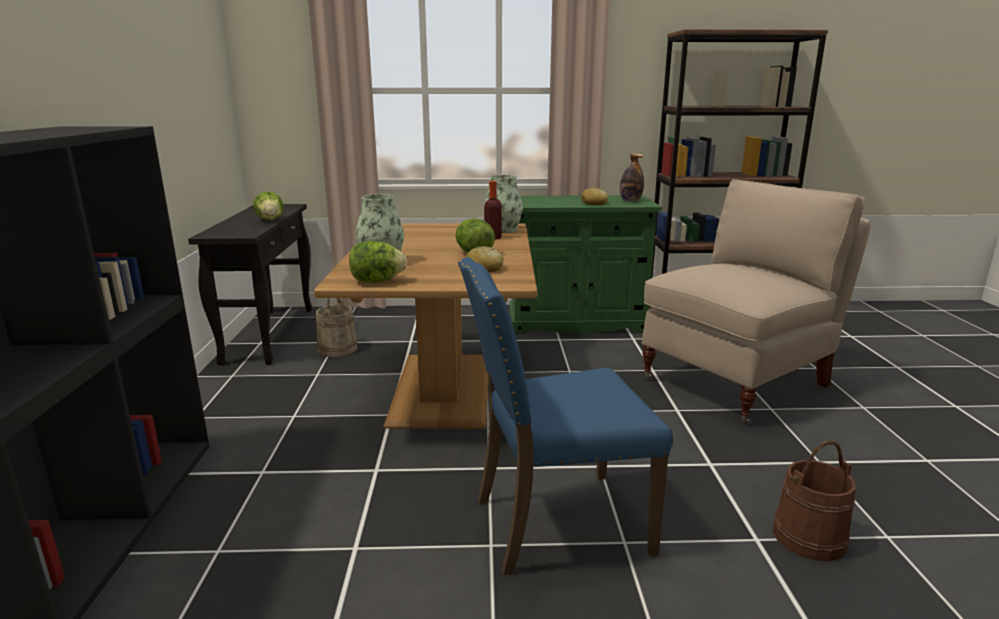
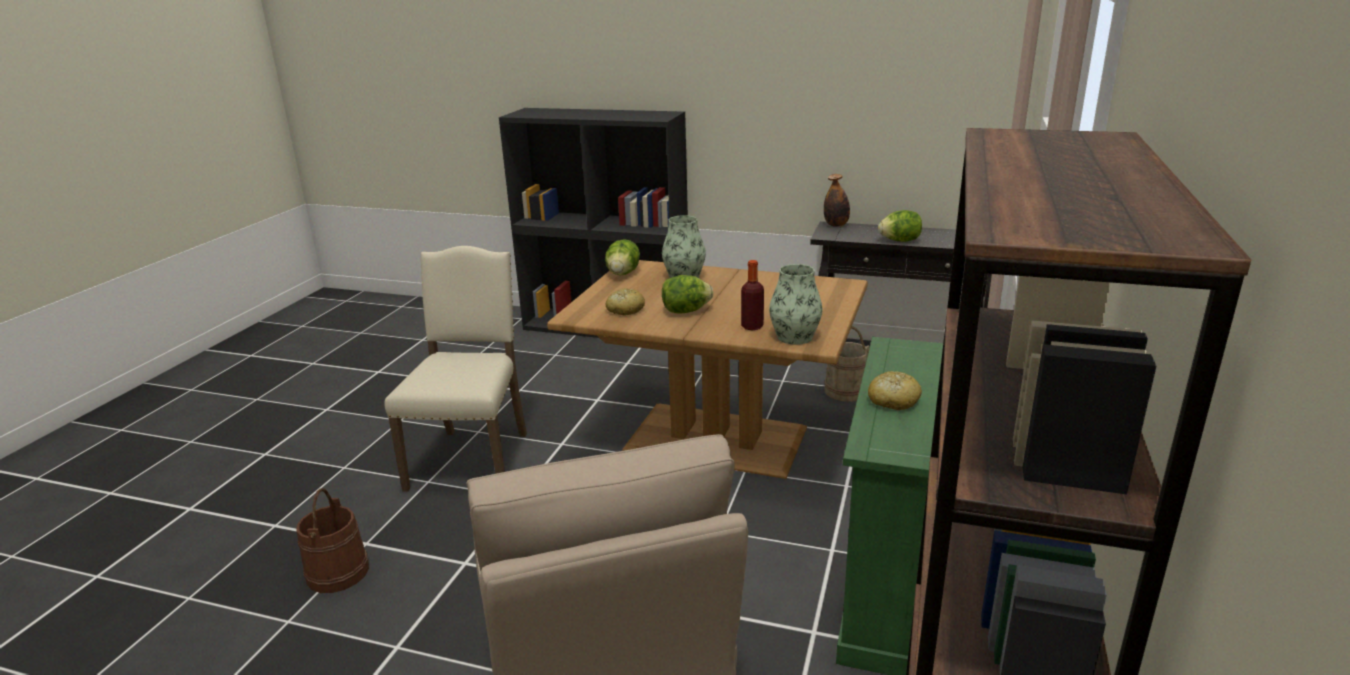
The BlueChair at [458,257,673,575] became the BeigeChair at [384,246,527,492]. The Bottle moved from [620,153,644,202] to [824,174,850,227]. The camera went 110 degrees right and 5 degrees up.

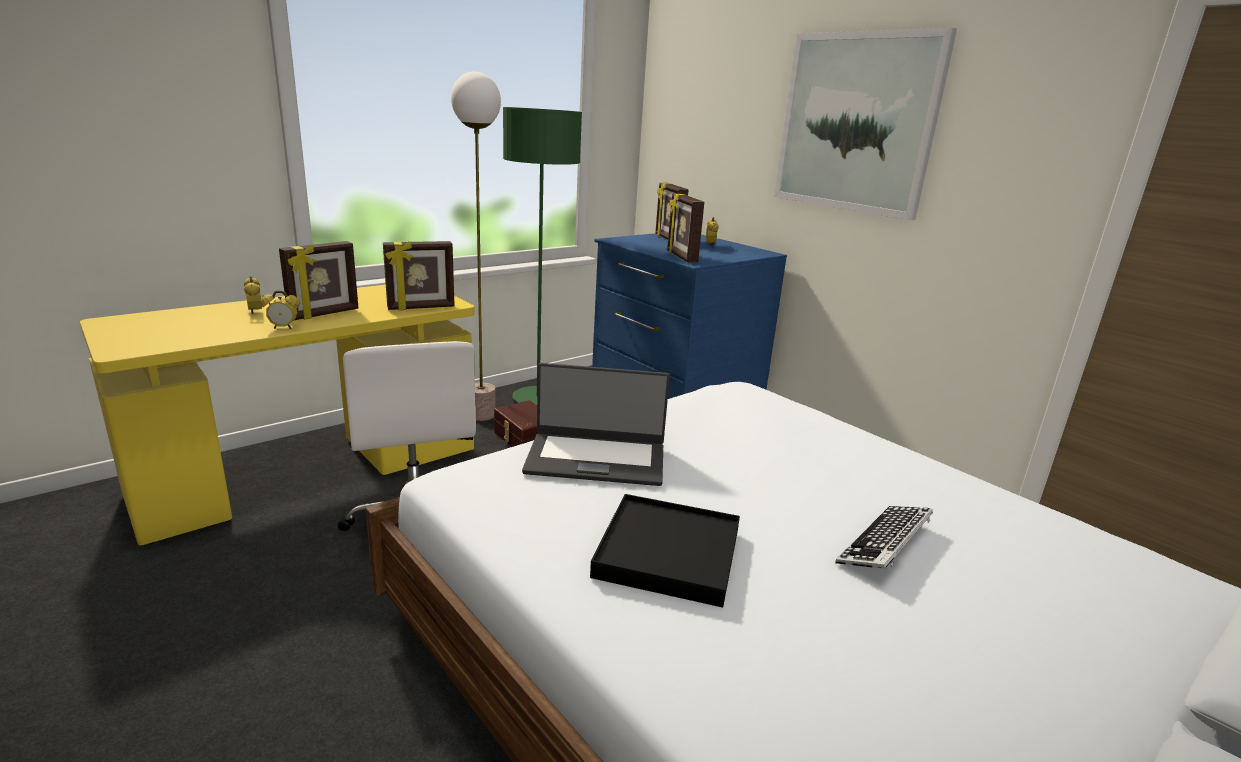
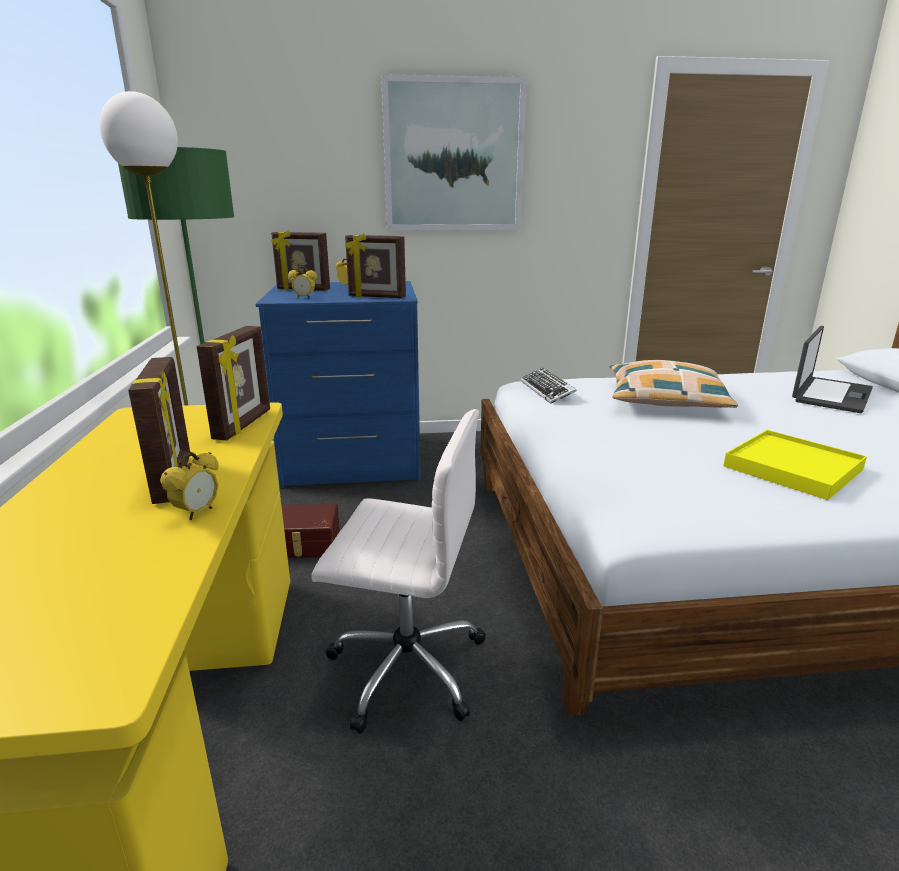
The AlarmClock moved from [244,276,262,314] to [288,266,317,299]. The Laptop moved from [522,363,670,486] to [792,326,873,413]. The BlackTray at [590,494,740,608] became the YellowTray at [724,430,867,500]. The Keyboard moved from [835,506,933,569] to [521,367,577,404]. The Pillow at [609,360,738,408] appeared. The camera went 55 degrees left and 0 degrees up.

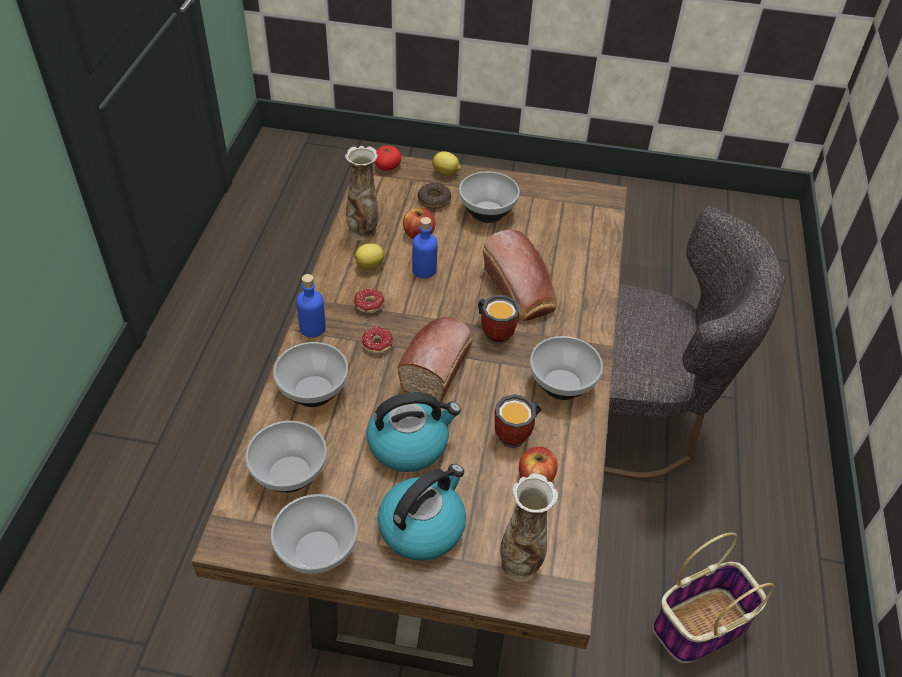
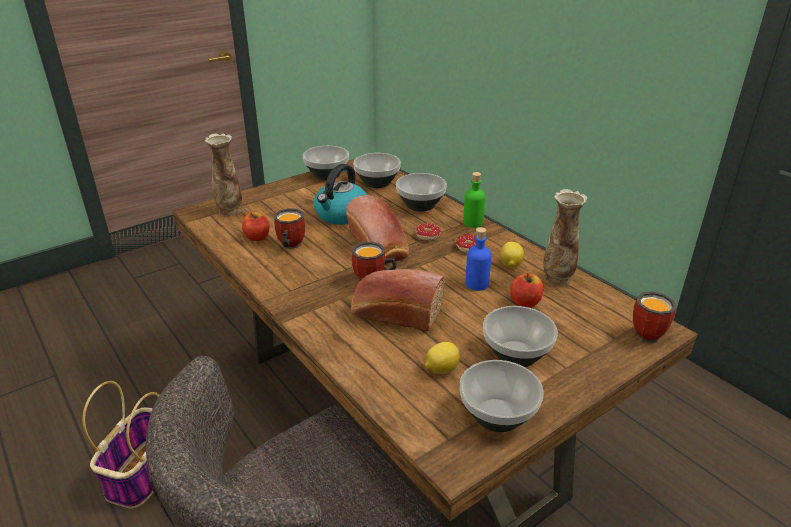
The BlueBottle at [296,274,326,337] became the GreenBottle at [463,172,485,228]. The Tomato at [375,145,401,171] was replaced by the Mug at [633,291,677,343]. The Kettle at [377,464,466,561] disappeared. The Donut at [418,182,451,209] disappeared. The Lemon moved from [432,151,461,176] to [425,342,460,374]. The Bowl moved from [530,336,603,400] to [460,360,544,432]. The camera went 135 degrees right and 15 degrees down.

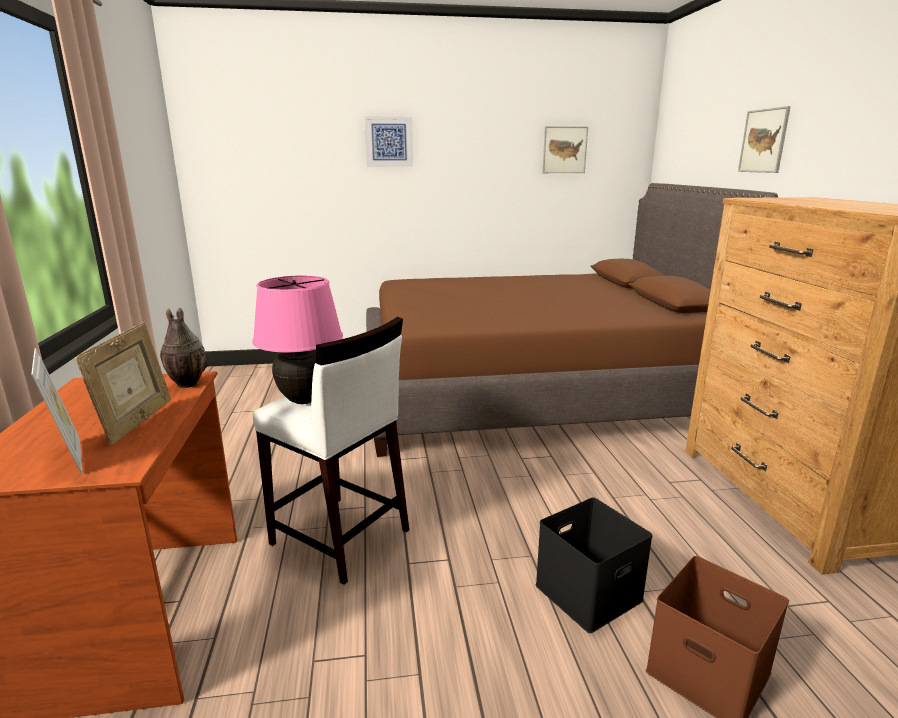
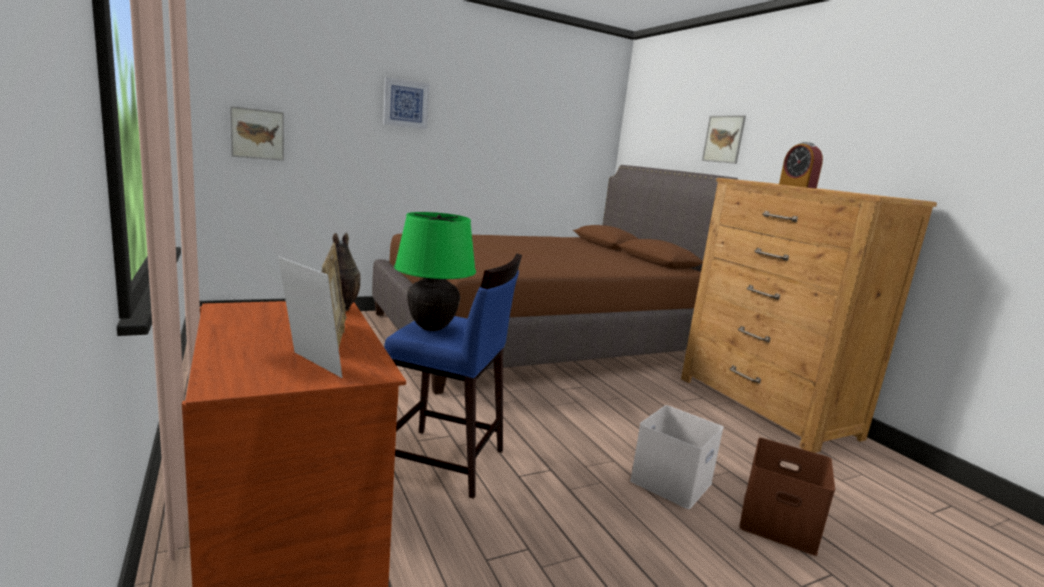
The PinkTableLamp at [252,276,343,404] became the GreenTableLamp at [394,212,476,331]. The WhiteStool at [253,317,409,585] became the BlueStool at [384,253,522,499]. The BlackStorageBox at [535,498,653,633] became the WhiteStorageBox at [630,405,724,509]. The Picture moved from [542,126,588,173] to [230,106,284,161]. The AlarmClock at [779,142,823,189] appeared. The camera went 20 degrees left and 5 degrees down.

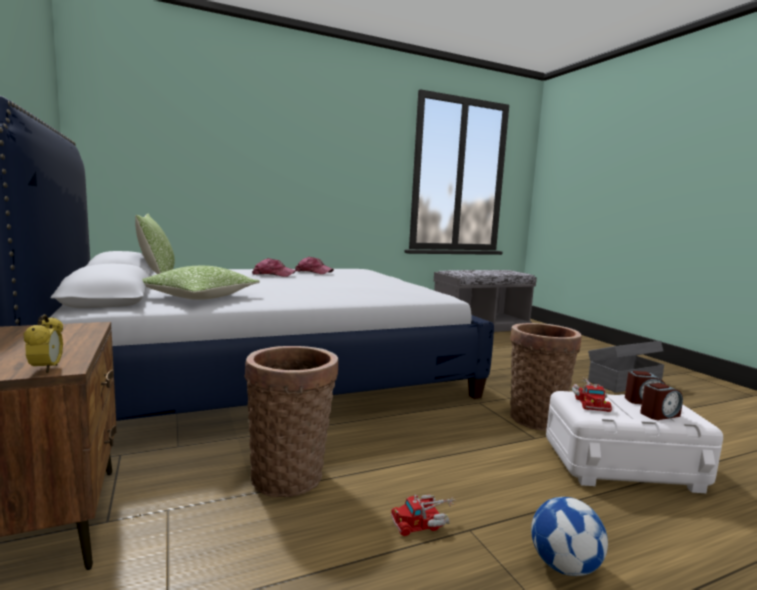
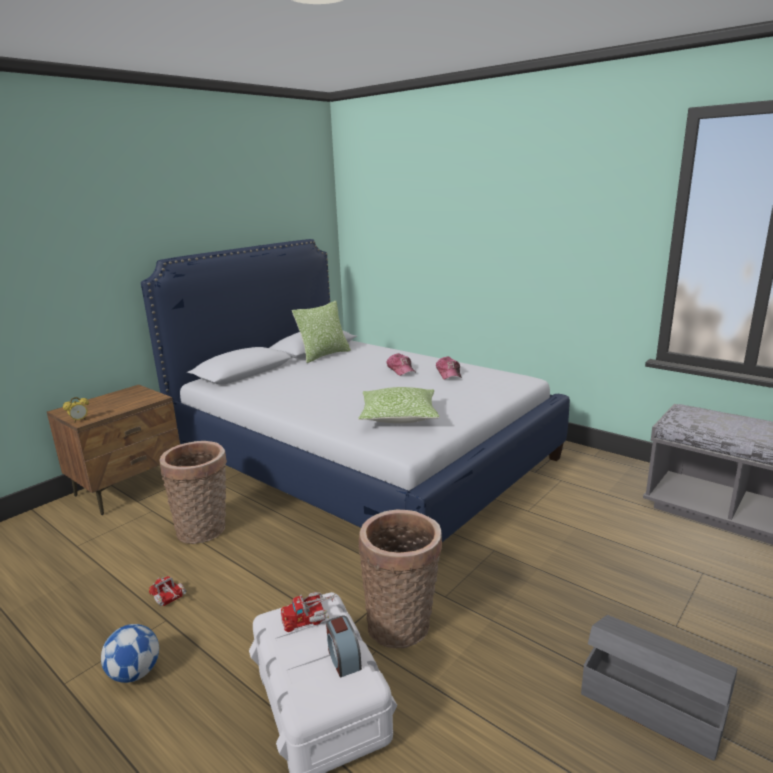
The Pillow moved from [142,266,260,300] to [358,387,440,423]. The AlarmClock at [640,383,683,420] disappeared. The camera went 65 degrees right and 10 degrees up.

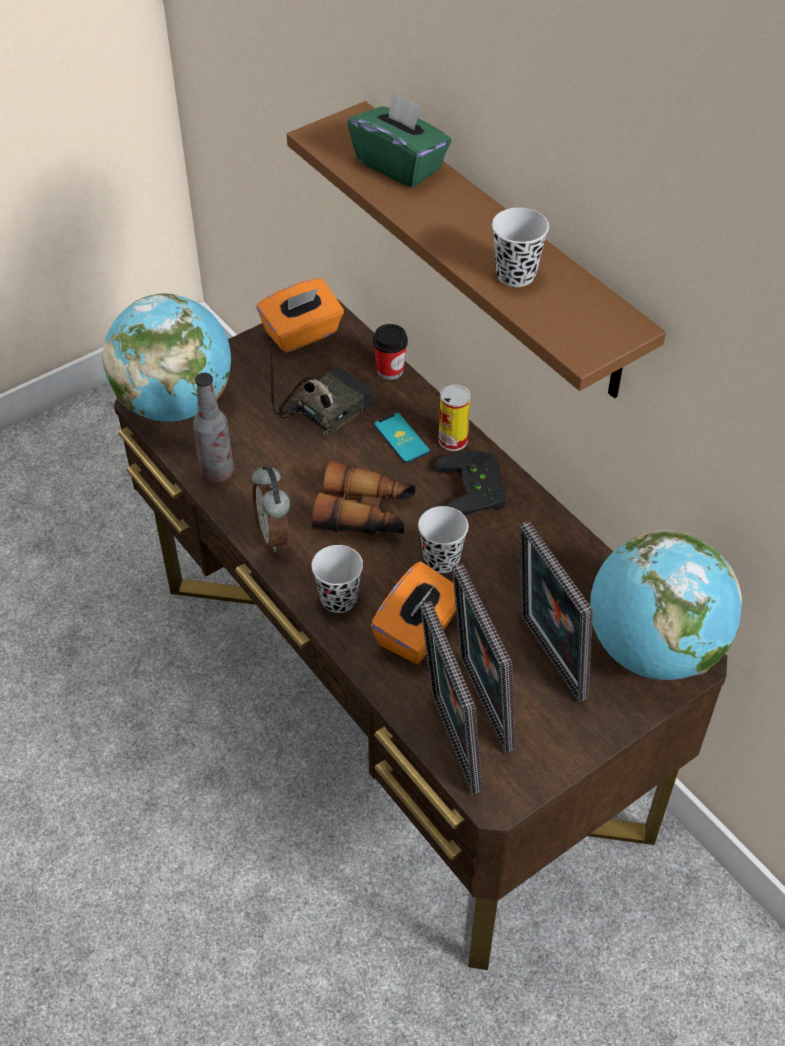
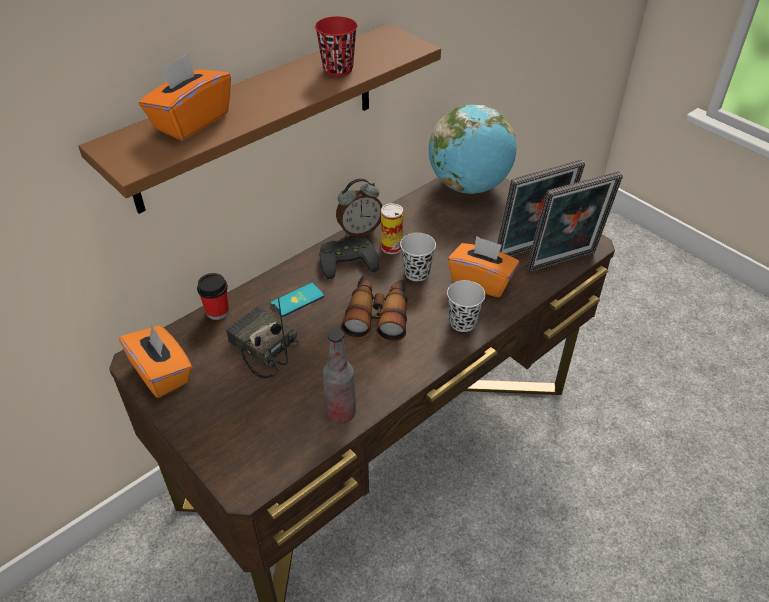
The Globe at [102,293,231,422] disappeared. The AlarmClock moved from [252,465,290,552] to [336,178,383,237]. The GreenTissueBox at [348,92,451,188] became the OrangeTissueBox at [139,54,231,141]. The Can moved from [439,385,471,451] to [381,203,403,254]. The BlackCup at [492,208,549,287] became the RedCup at [315,16,357,77]. The PictureFrame at [519,521,593,703] disappeared. The camera went 95 degrees left and 5 degrees down.

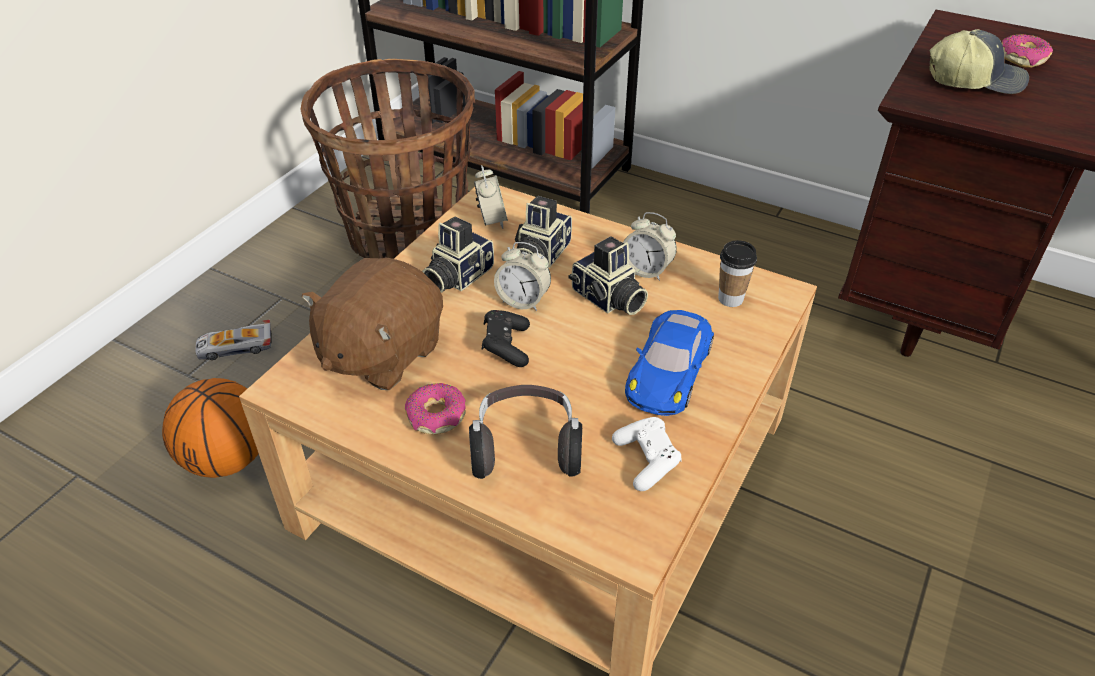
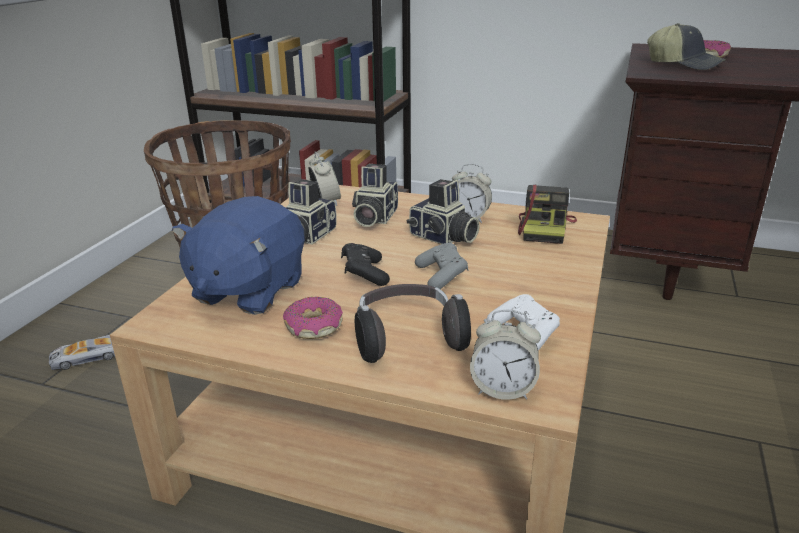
The Basketball at [162,378,259,478] disappeared. The BrownPlushToy at [302,258,443,390] became the BluePlushToy at [172,196,305,315]. The AlarmClock moved from [494,242,551,311] to [470,310,541,400]. The BlueToyCar at [625,310,714,416] disappeared. The Cup at [718,240,757,307] was replaced by the PhotoCamera at [518,185,577,244]. The Cap at [929,29,1029,94] turned 45 degrees clockwise. The GreyGameController at [415,243,468,289] appeared. The camera went 10 degrees left and 15 degrees down.

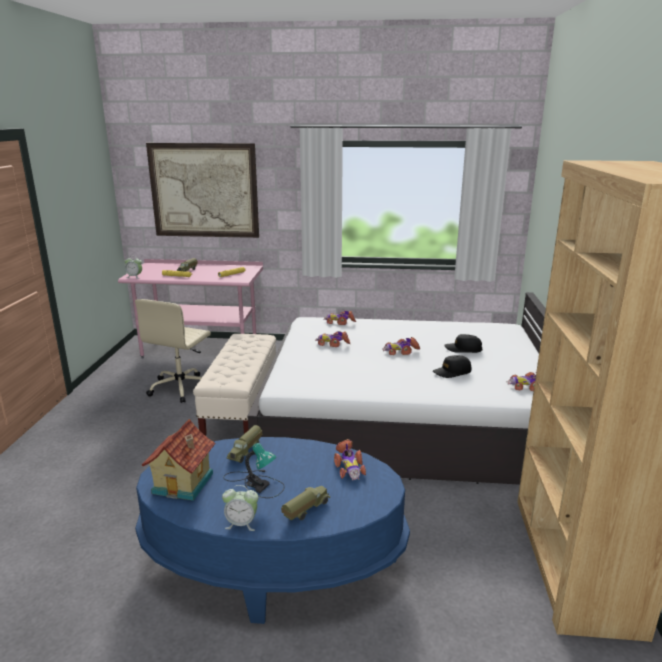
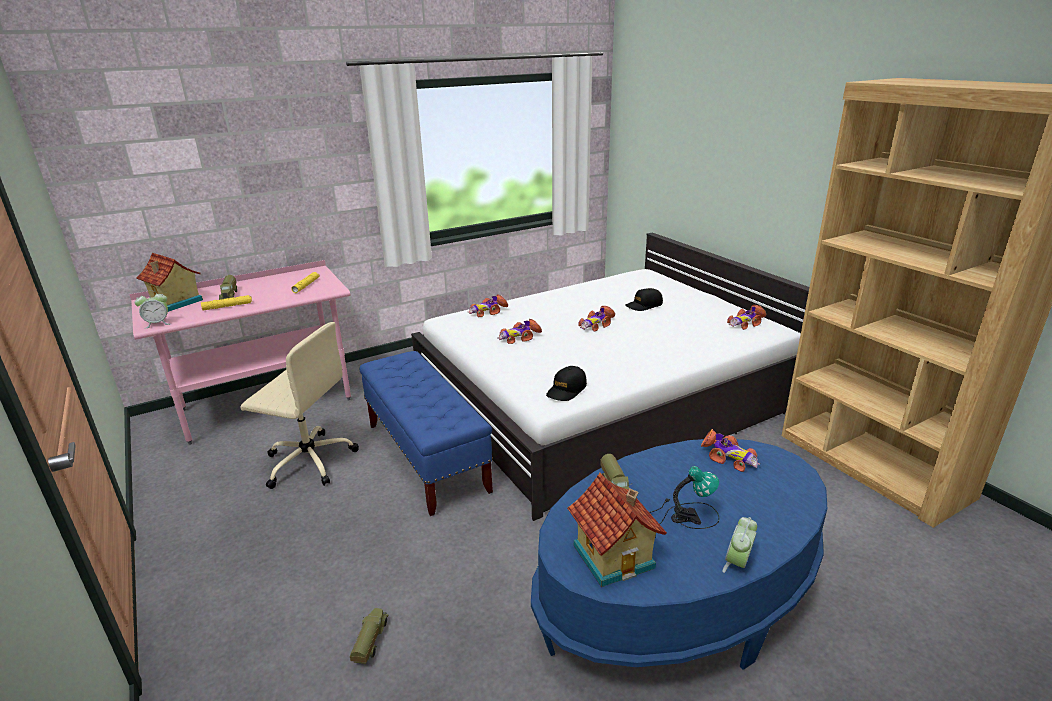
The BeigeOfficeChair at [135,299,211,403] turned 60 degrees counterclockwise. The Picture at [146,143,259,238] disappeared. The BeigeBench at [193,334,276,436] became the BlueBench at [359,351,493,516]. The AlarmClock at [222,485,258,531] turned 150 degrees clockwise. The ToyTruck moved from [281,486,330,521] to [350,608,389,664]. The BlackCap moved from [433,355,472,378] to [546,366,587,401]. The ToyHouse at [136,253,203,312] appeared. The camera went 35 degrees left and 5 degrees up.

